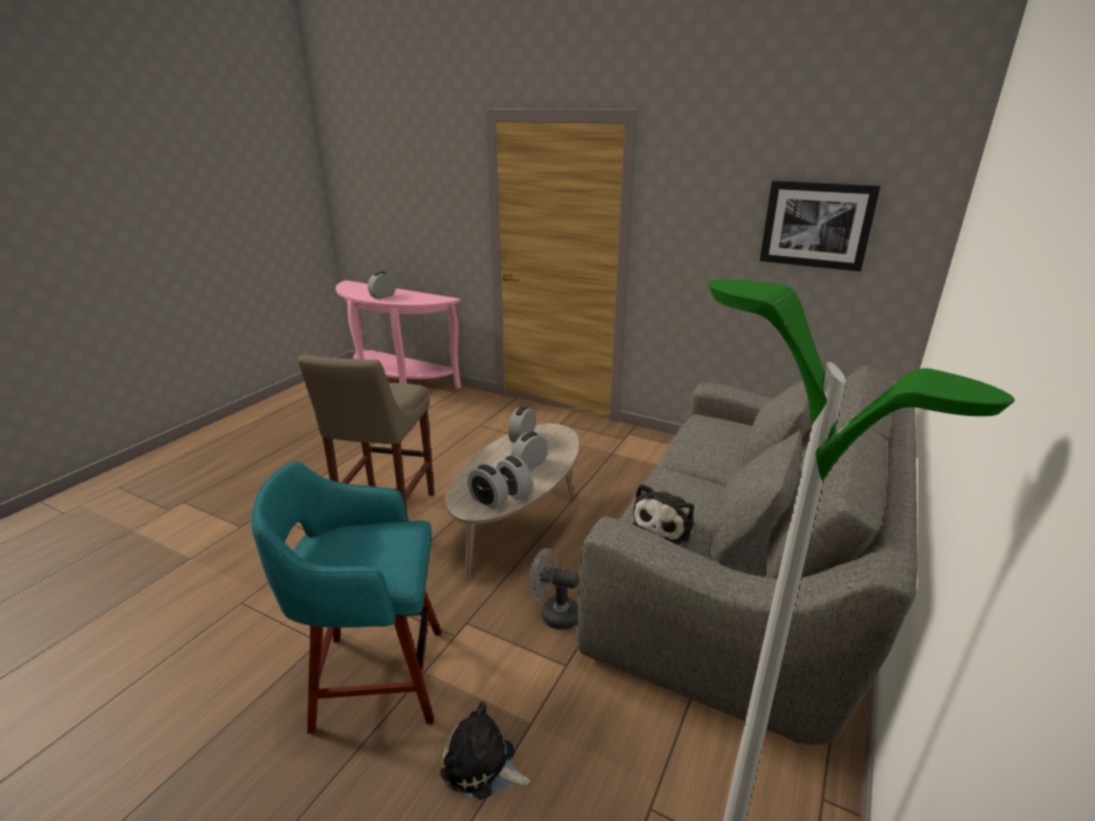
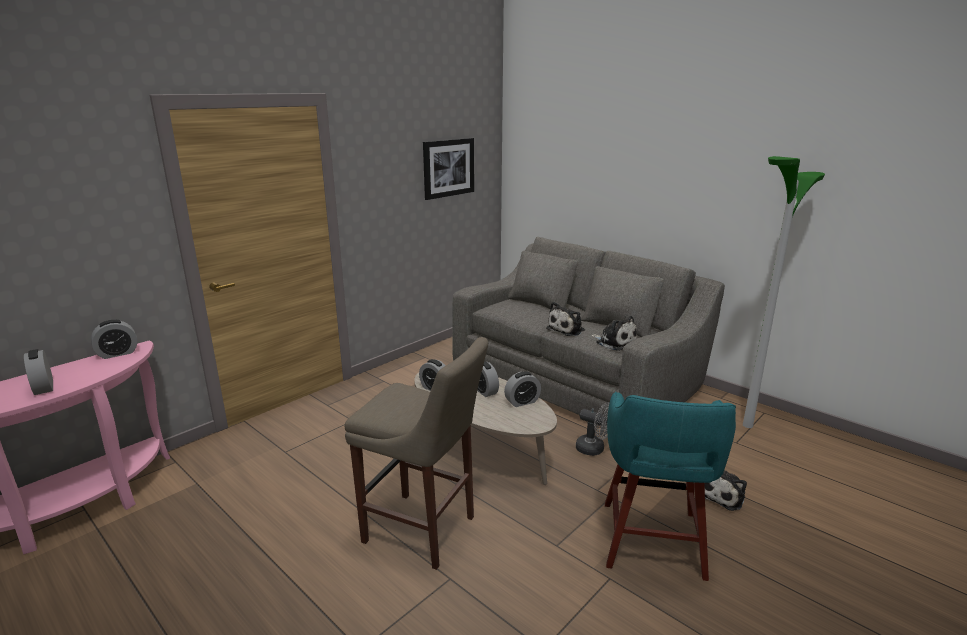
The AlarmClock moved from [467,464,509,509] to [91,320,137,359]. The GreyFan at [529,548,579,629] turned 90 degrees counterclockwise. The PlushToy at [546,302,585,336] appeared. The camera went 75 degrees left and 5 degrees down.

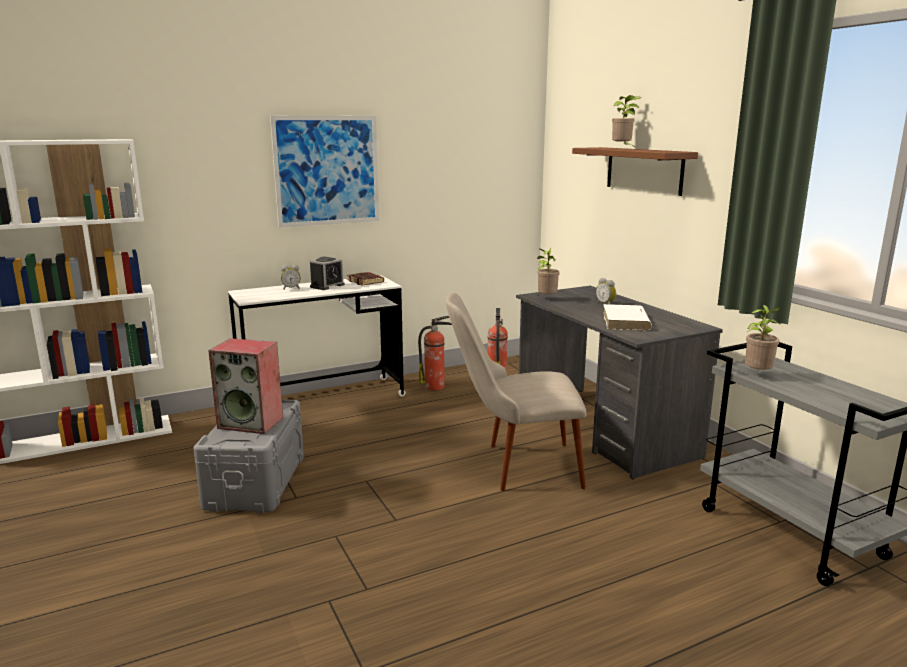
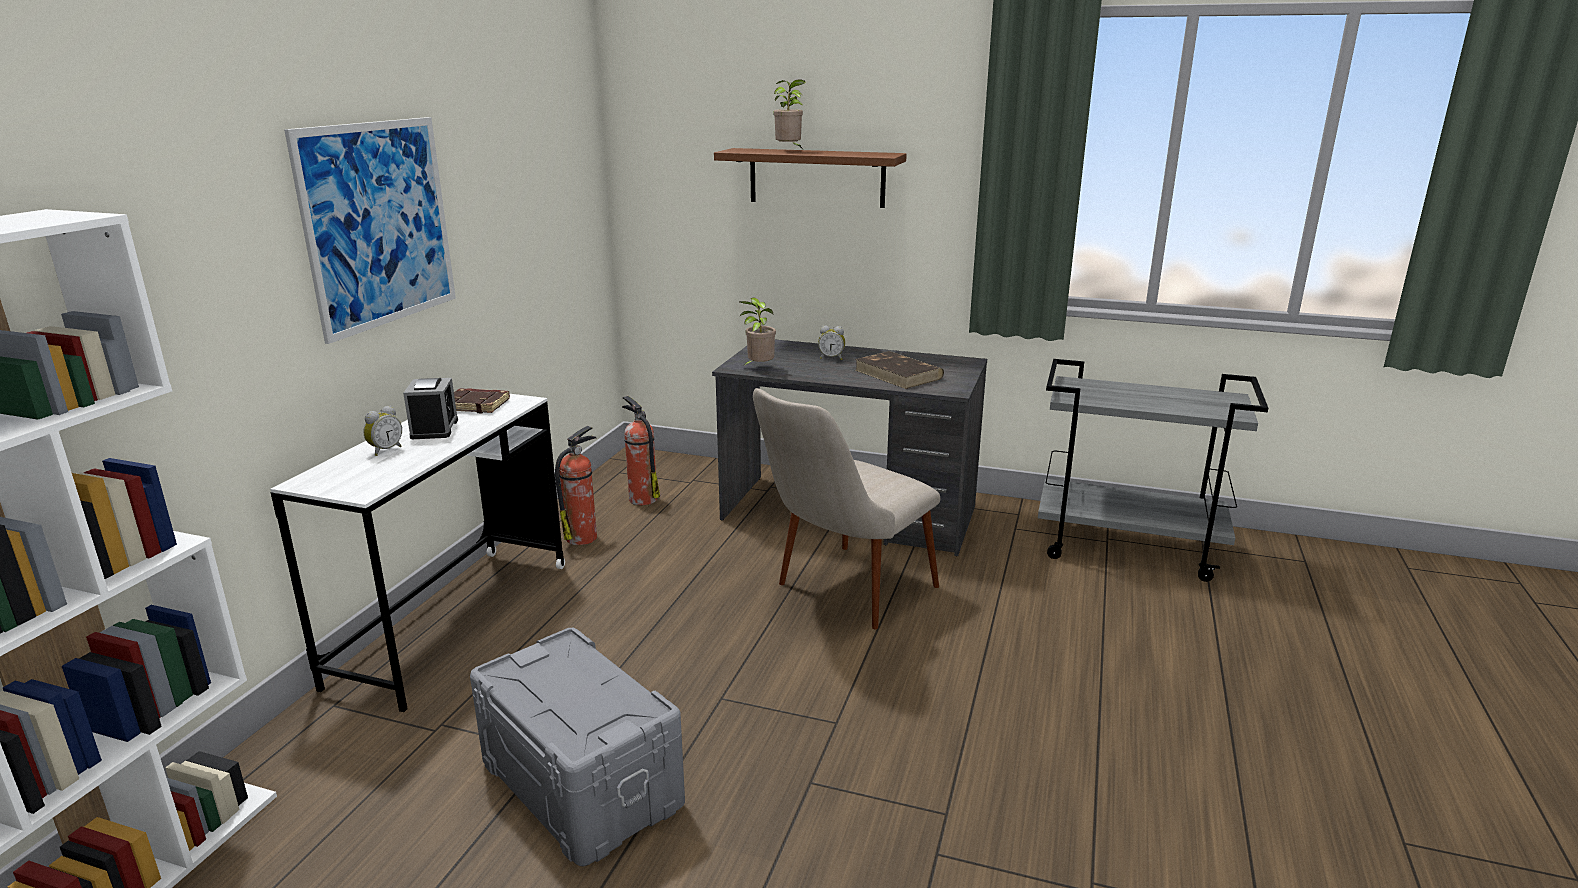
The Speaker at [208,338,283,434] disappeared. The WhiteBook at [603,304,652,331] became the BrownBook at [855,351,944,389]. The PottedPlant at [745,305,782,370] disappeared. The camera went 45 degrees left and 5 degrees up.

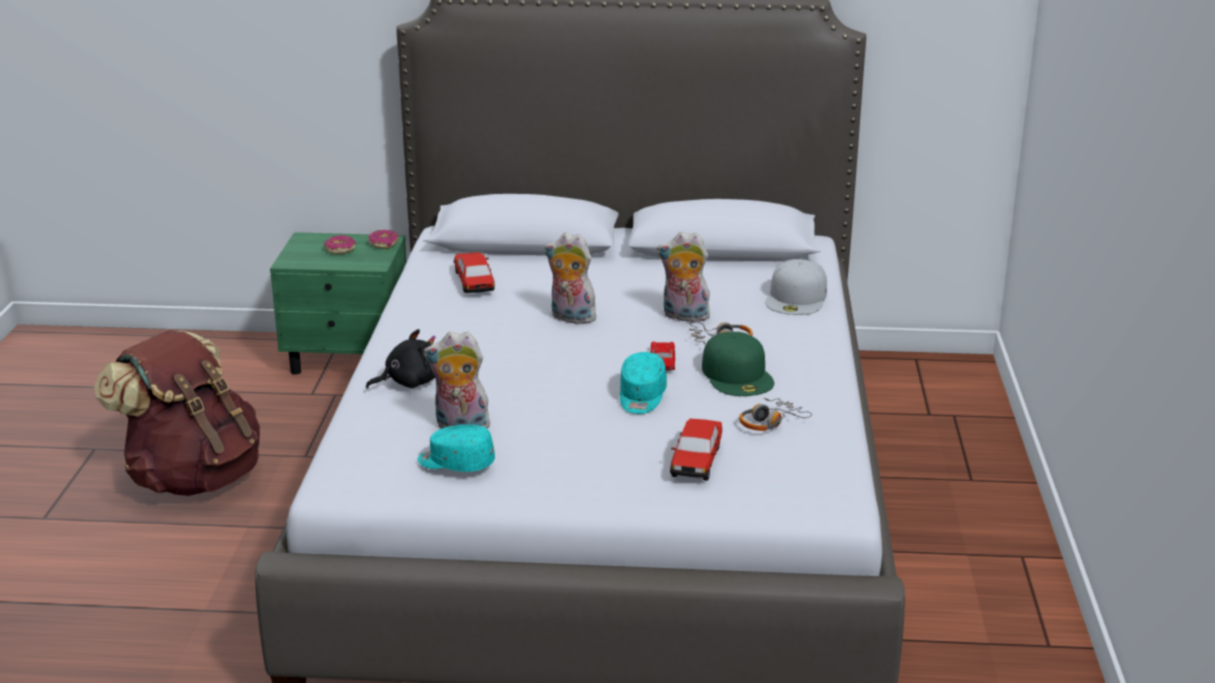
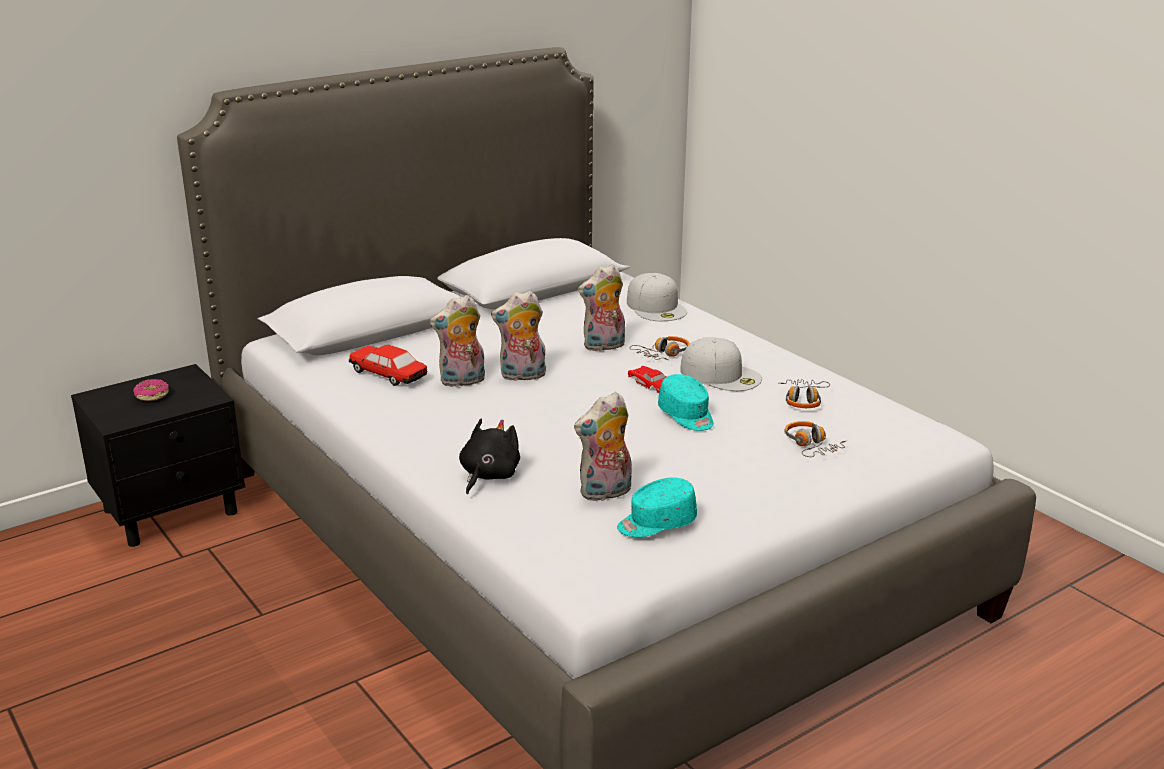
The BrownBackpack at [94,330,260,496] disappeared. The GreenNightstand at [270,232,406,375] became the BlackNightstand at [71,364,245,547]. The Donut at [368,230,399,249] disappeared. The ToyCar at [670,419,722,481] was replaced by the Headphones at [784,421,846,457]. The GreenCap at [702,332,774,396] became the WhiteCap at [680,337,762,391]. The PlushToy at [430,295,485,387] appeared. The camera went 40 degrees left and 0 degrees up.

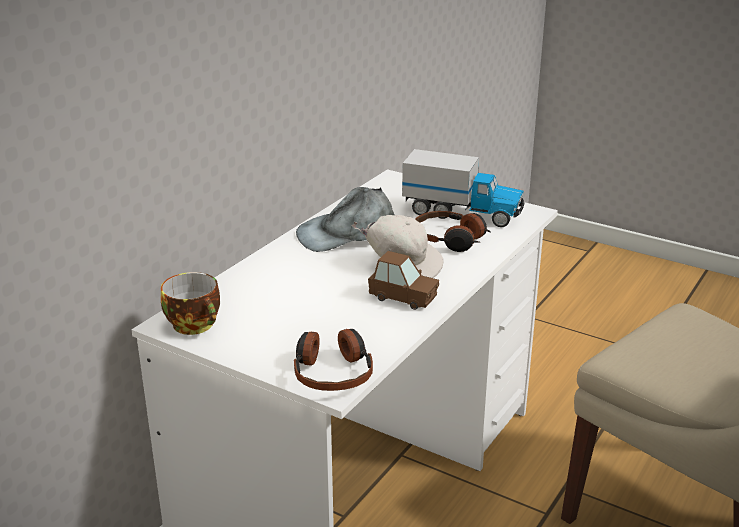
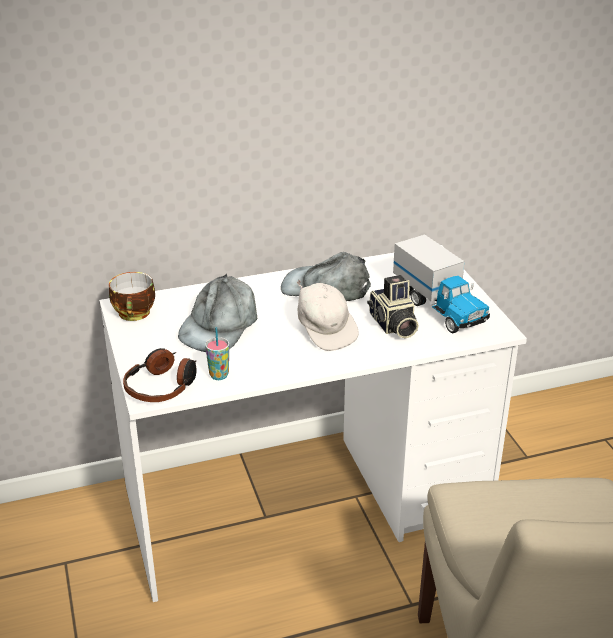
The BrownToyCar at [368,251,439,310] disappeared. The Headphones at [415,211,491,252] was replaced by the PhotoCamera at [367,275,419,339]. The GreyCap at [178,274,257,352] appeared. The Cup at [205,327,229,380] appeared. The camera went 40 degrees right and 5 degrees up.

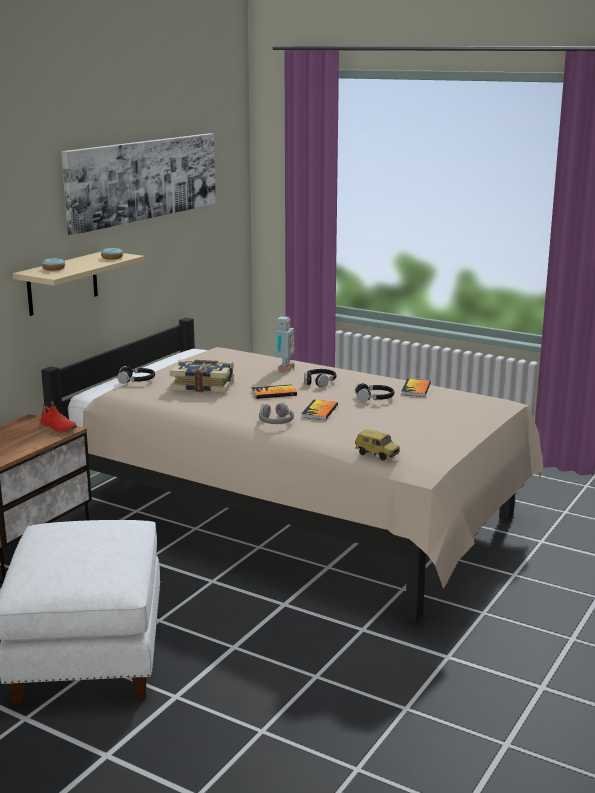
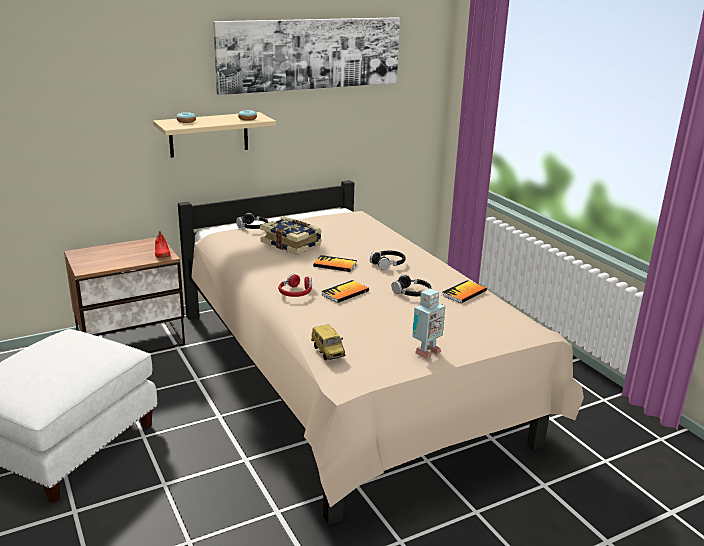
The GreyHeadphones at [259,403,294,424] became the RedHeadphones at [278,274,312,297]. The ToyRobot moved from [275,317,295,372] to [412,288,445,359]. The camera went 30 degrees right and 5 degrees up.

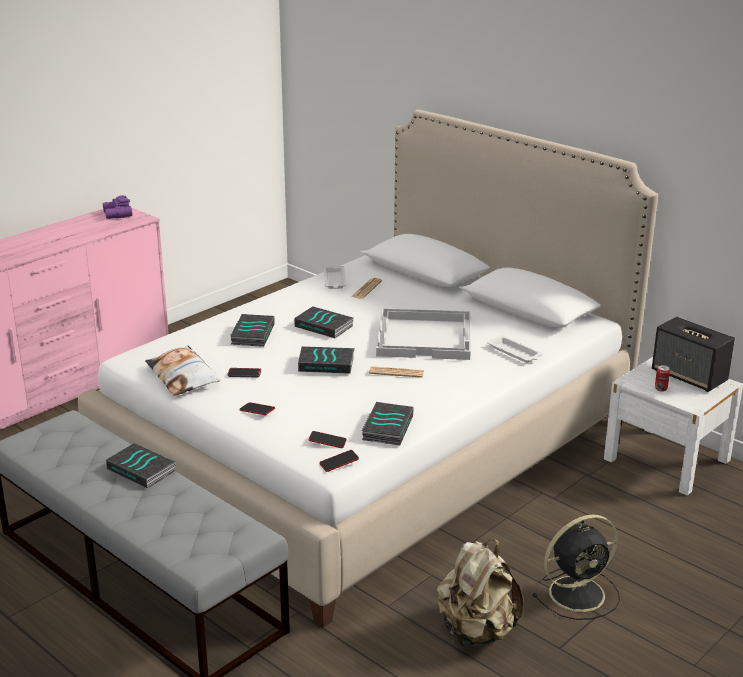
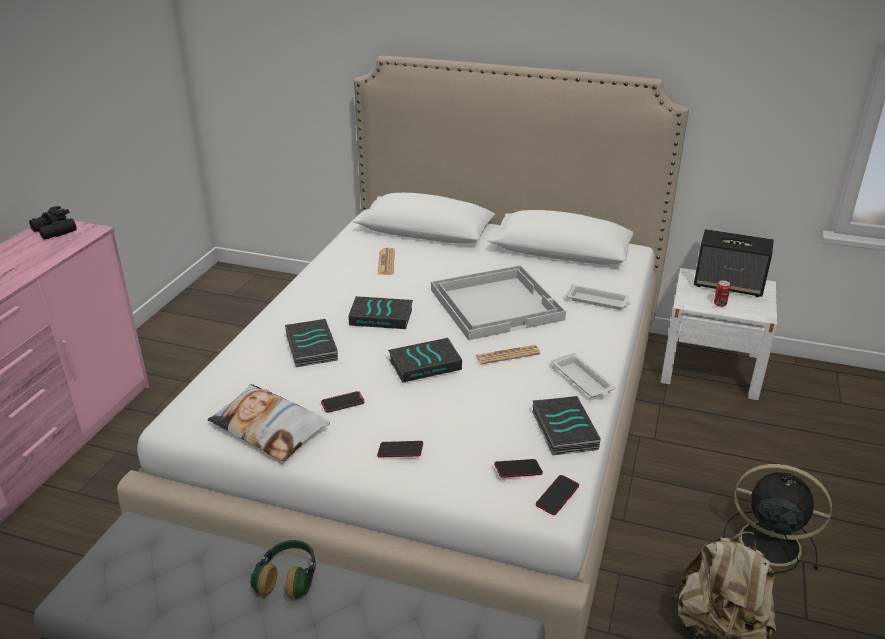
The PurpleBinoculars at [103,195,132,219] became the BlackBinoculars at [29,206,77,240]. The Book at [106,443,176,488] was replaced by the Headphones at [251,540,316,599]. The WhiteTray moved from [324,266,346,289] to [551,353,615,397]. The BlackFan at [532,515,620,620] turned 105 degrees counterclockwise. The camera went 25 degrees left and 5 degrees up.

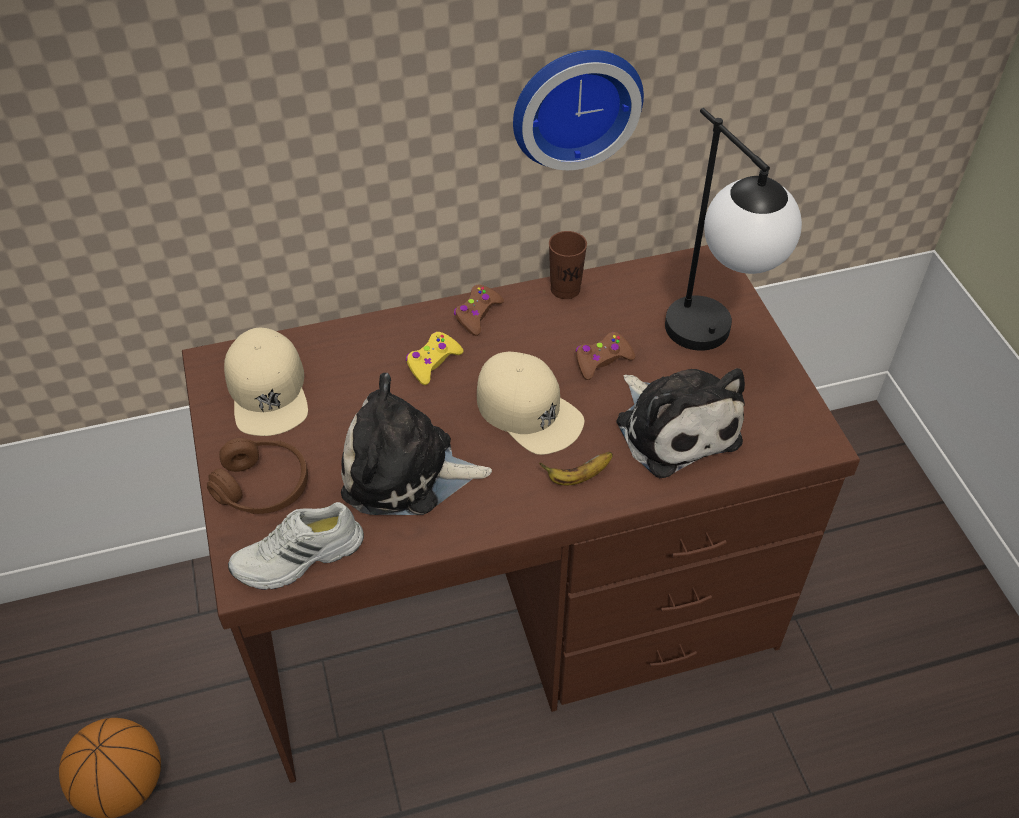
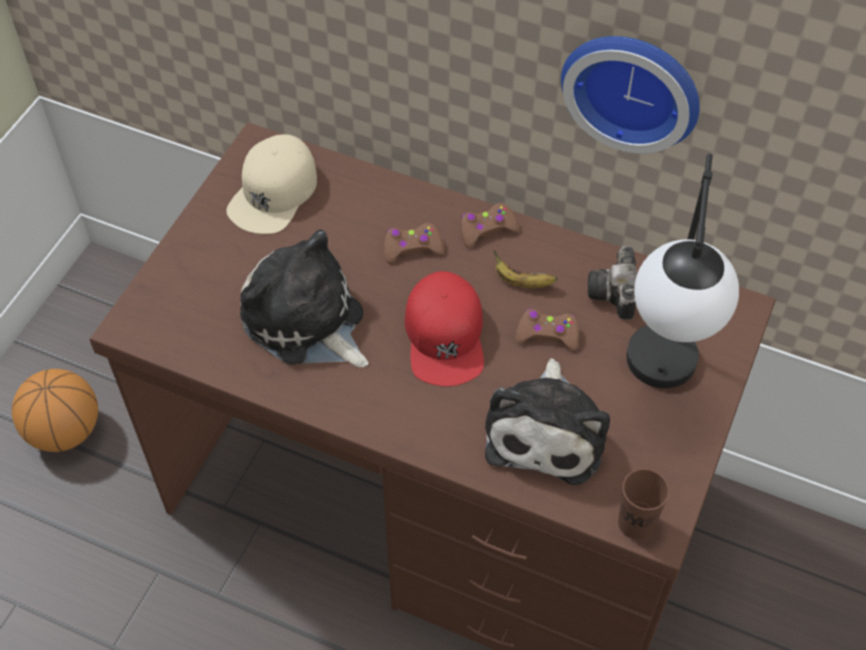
The BrownHeadphones at [207,438,308,514] disappeared. The WhiteShoe at [228,502,364,590] disappeared. The YellowGameController at [406,332,463,385] became the BrownGameController at [384,223,444,263]. The BeigeCap at [477,352,584,455] became the RedCap at [405,271,484,386]. The Banana moved from [539,452,613,485] to [493,250,557,288]. The BrownCup moved from [549,231,587,299] to [618,468,670,539]. The PhotoCamera at [588,246,637,320] appeared. The camera went 40 degrees right and 5 degrees up.

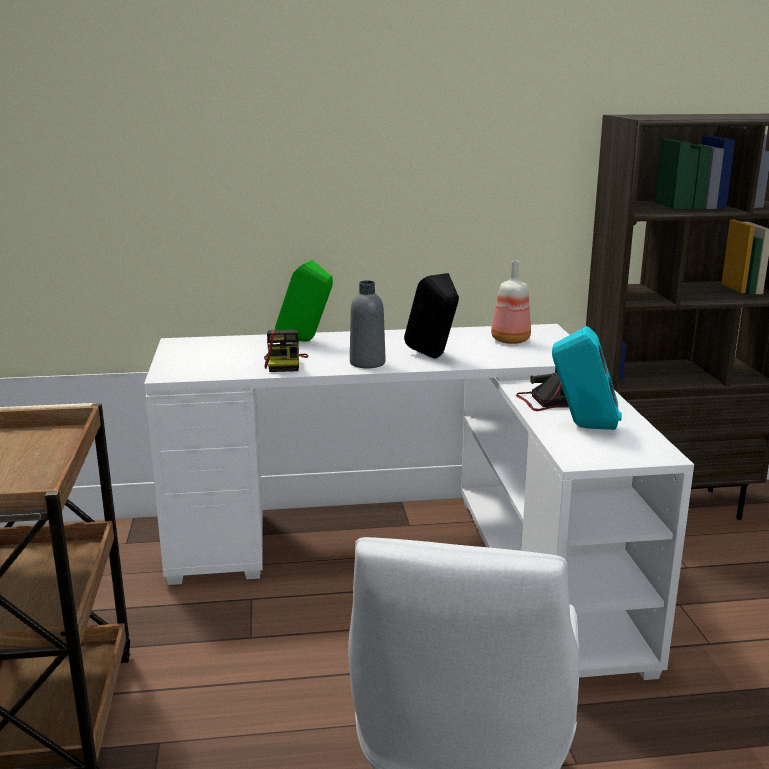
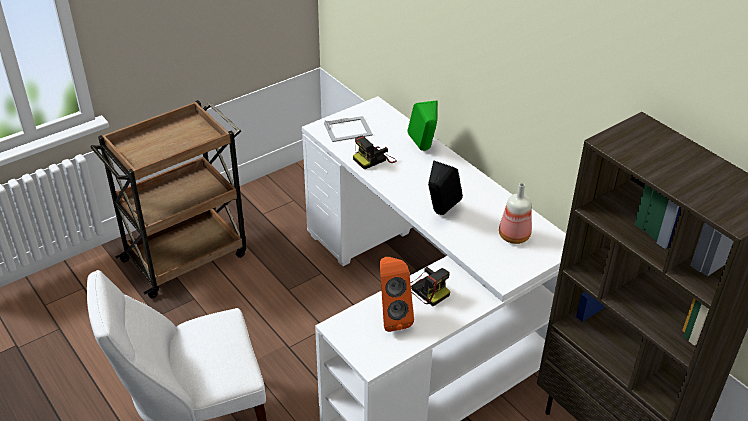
The GreyBottle at [350,281,385,368] disappeared. The TurquoiseSpeaker at [552,326,622,430] became the OrangeSpeaker at [380,257,414,332]. The PictureFrame at [324,116,373,142] appeared. The camera went 60 degrees right and 20 degrees up.

